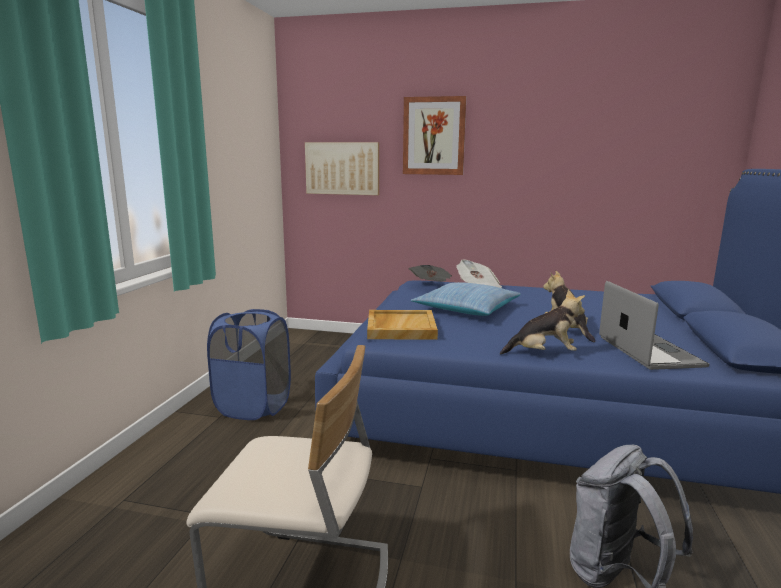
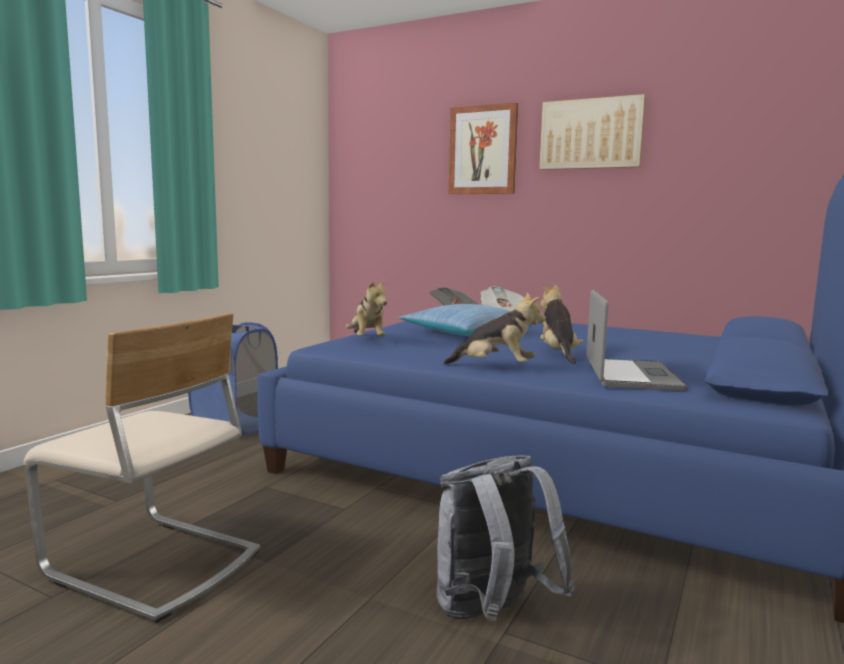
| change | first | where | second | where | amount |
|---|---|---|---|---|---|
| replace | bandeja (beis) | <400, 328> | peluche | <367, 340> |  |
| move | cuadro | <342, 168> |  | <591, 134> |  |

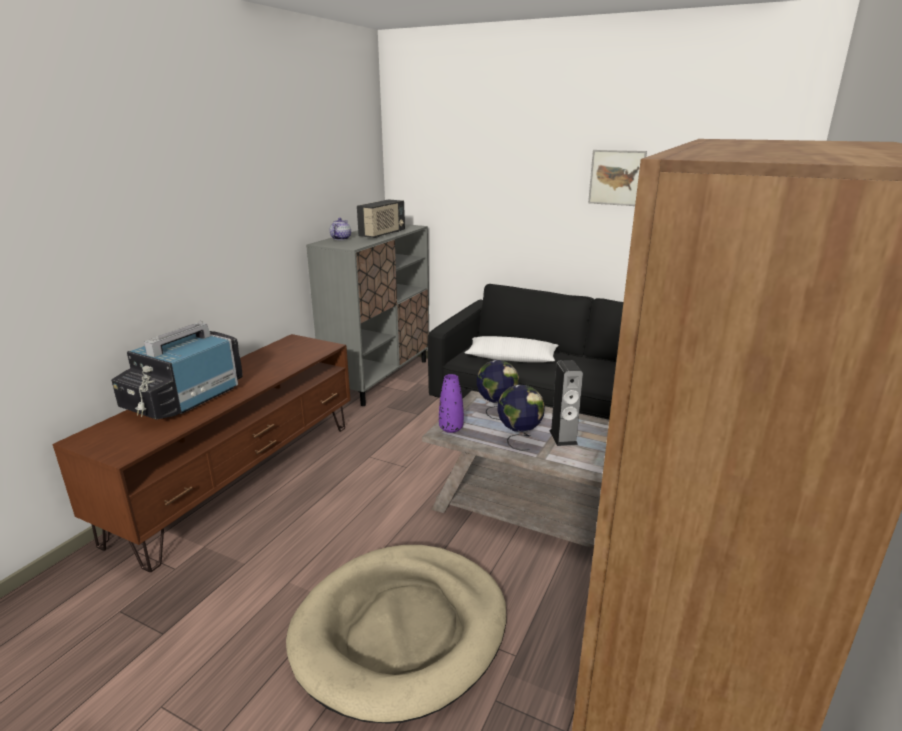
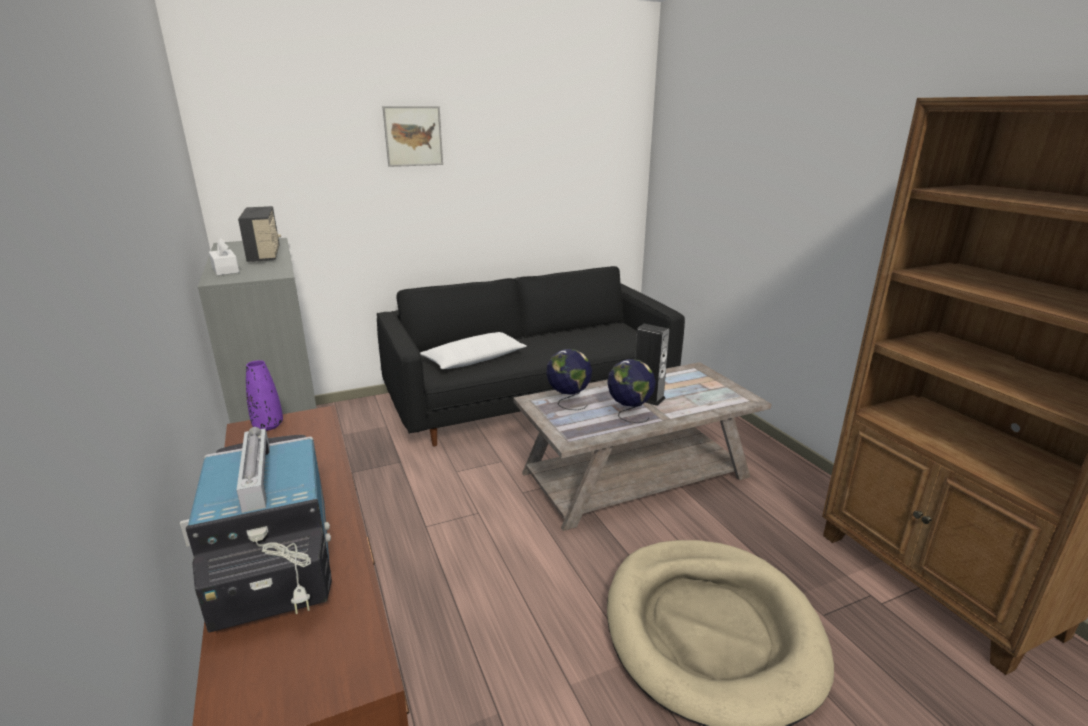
| change | first | where | second | where | amount |
|---|---|---|---|---|---|
| replace | tetera | <341, 238> | caja de pañuelos (blanco) | <225, 270> |  |
| move | florero (morado) | <451, 428> |  | <268, 426> |  |
| move | cuadro | <616, 177> |  | <413, 136> |  |

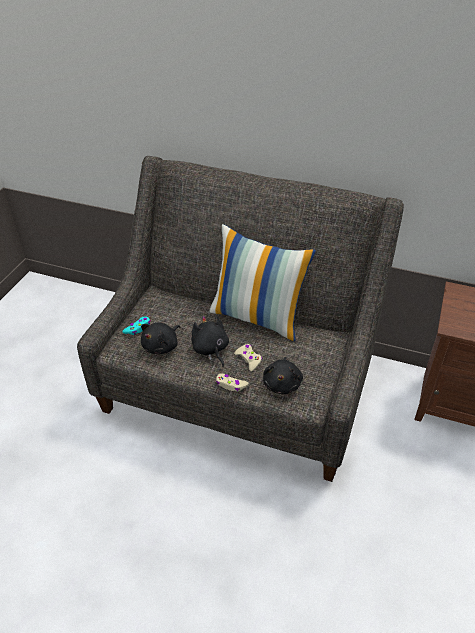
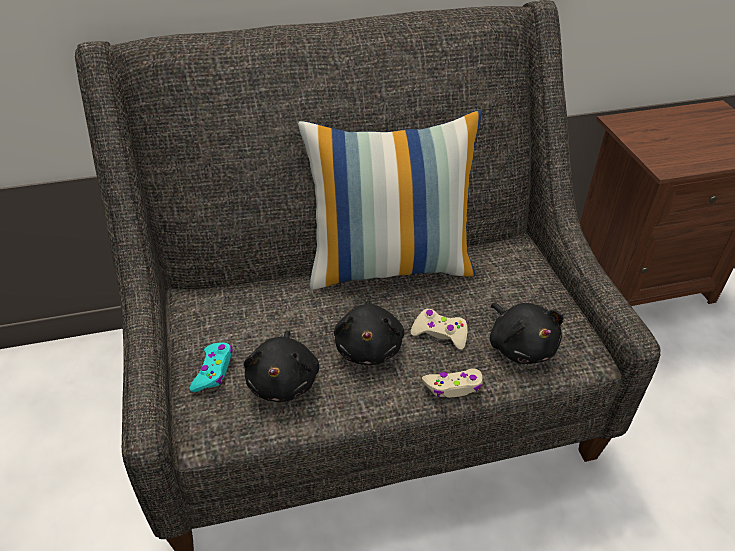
| change | first | where | second | where | amount |
|---|---|---|---|---|---|
| rotate | peluche (negro) | <210, 349> |  | <369, 347> | 120 degrees counterclockwise |

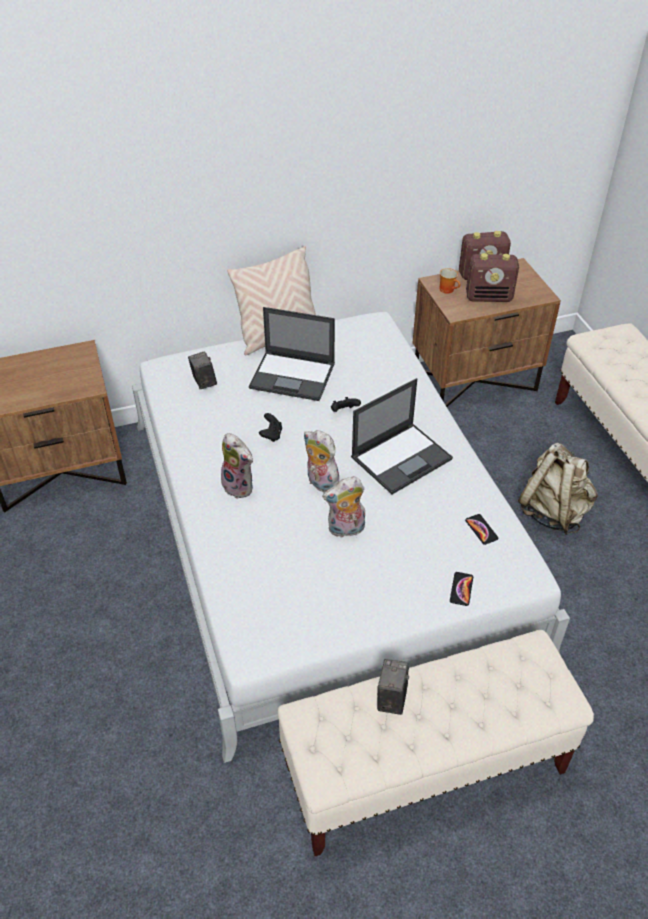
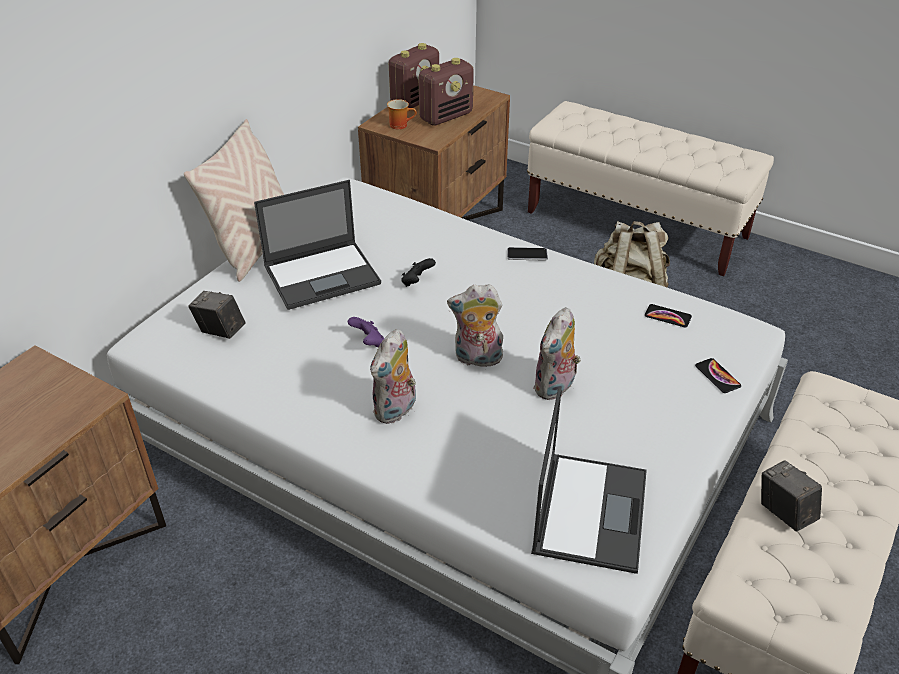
| change | first | where | second | where | amount |
|---|---|---|---|---|---|
| recolor | mando de consola (negro) | <271, 435> | mando de consola (morado) | <368, 342> |  |
| rotate | peluche | <240, 486> |  | <396, 411> | 120 degrees clockwise |
| insert |  |  | móvil | <527, 255> |  |
| move | portátil | <402, 457> |  | <590, 510> |  |

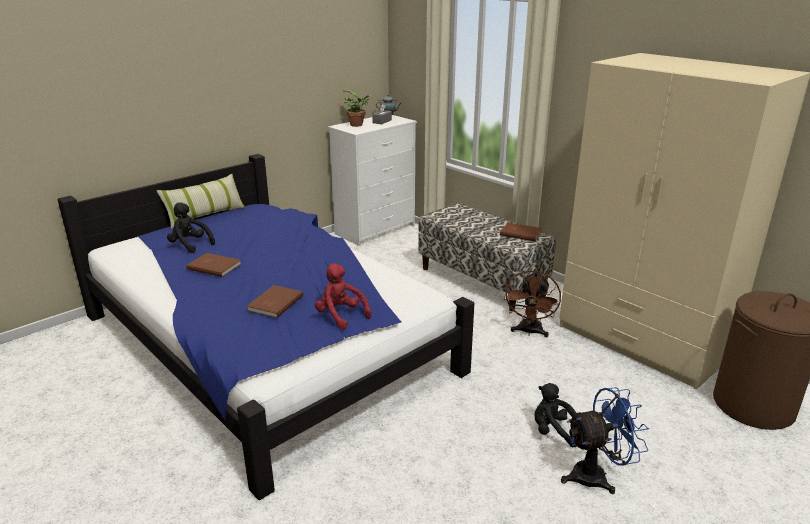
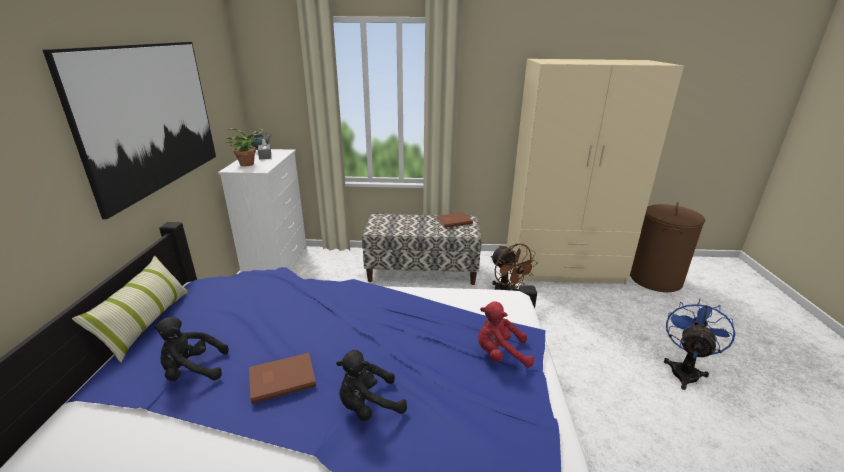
| change | first | where | second | where | amount |
|---|---|---|---|---|---|
| insert |  |  | cuadro | <151, 118> |  |
| move | peluche (negro) | <553, 431> |  | <368, 406> |  |
| delete | libro (marrón) | <274, 303> |  |  |  |

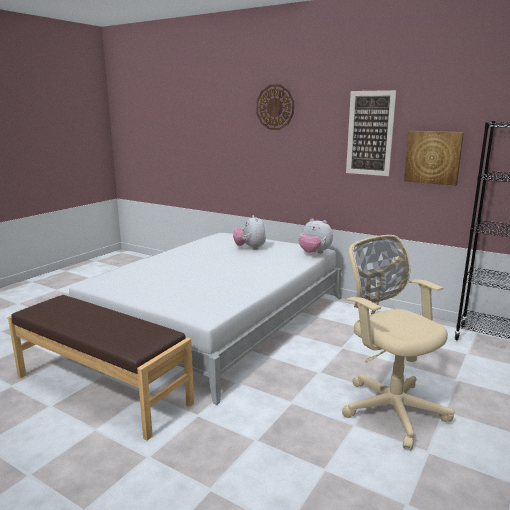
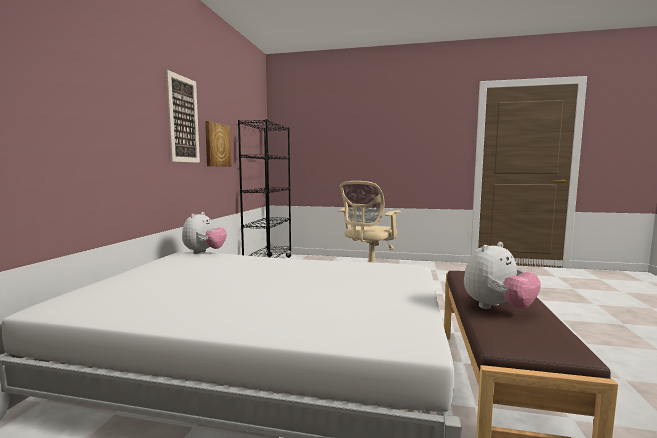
| change | first | where | second | where | amount |
|---|---|---|---|---|---|
| move | peluche | <250, 248> |  | <497, 308> |  |
| delete | reloj de pared | <275, 107> |  |  |  |

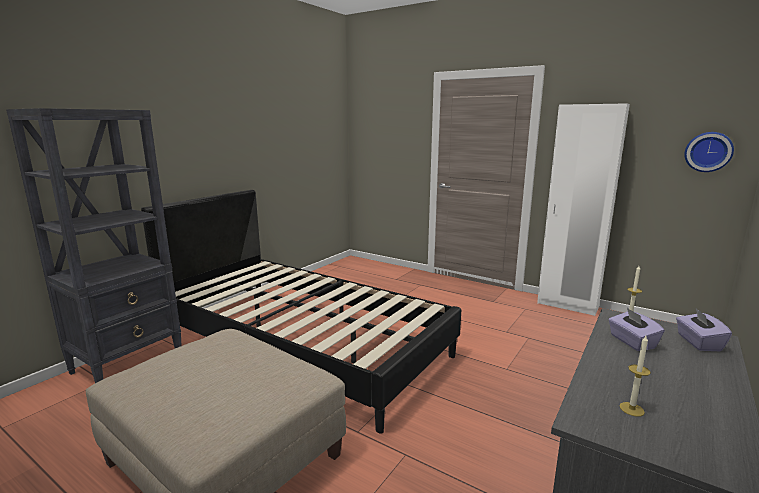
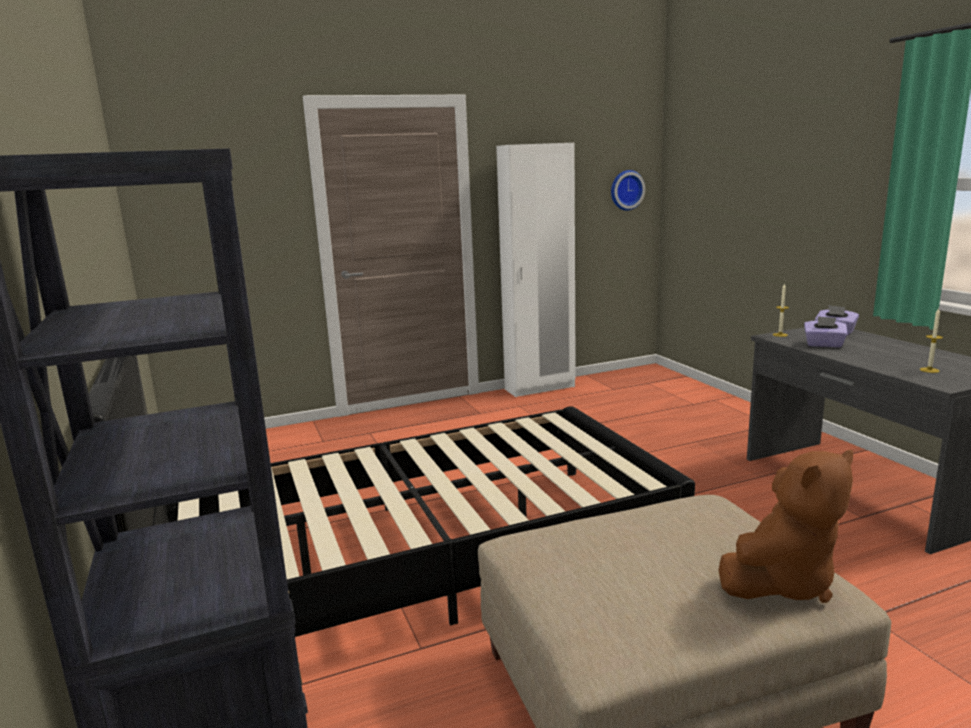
| change | first | where | second | where | amount |
|---|---|---|---|---|---|
| insert |  |  | peluche (marrón) | <781, 582> |  |

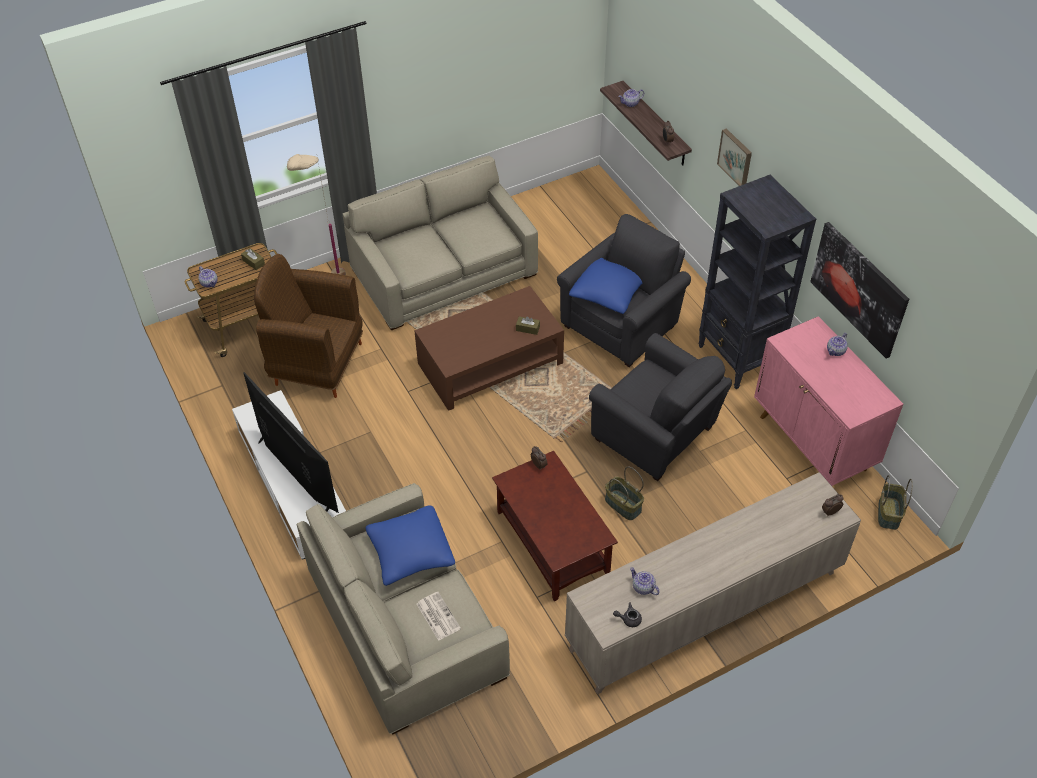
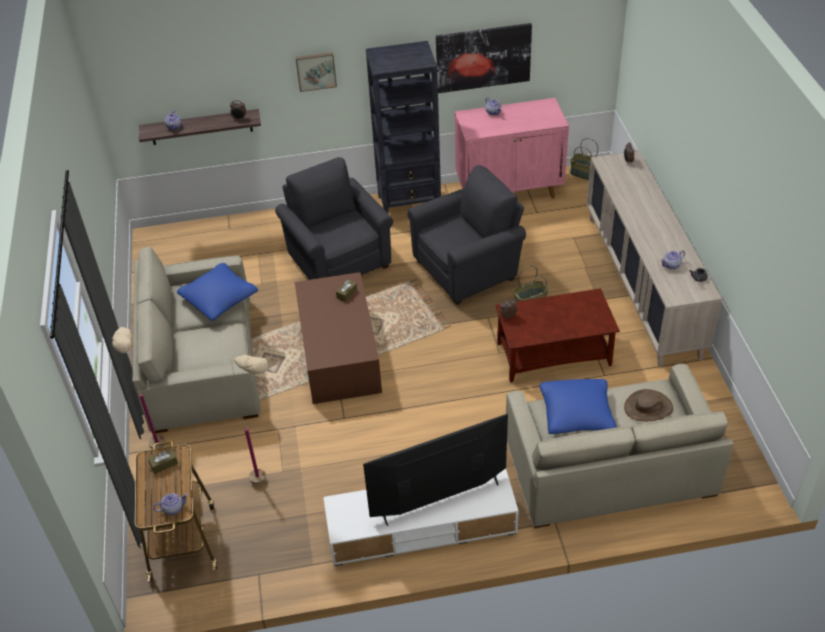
| change | first | where | second | where | amount |
|---|---|---|---|---|---|
| move | cojín (azul) | <608, 293> |  | <219, 299> |  |
| replace | sillón (marrón) | <317, 364> | lámpara de pie (beis) | <271, 484> |  |
| replace | periódico | <437, 616> | sombrero (marrón) | <648, 408> |  |

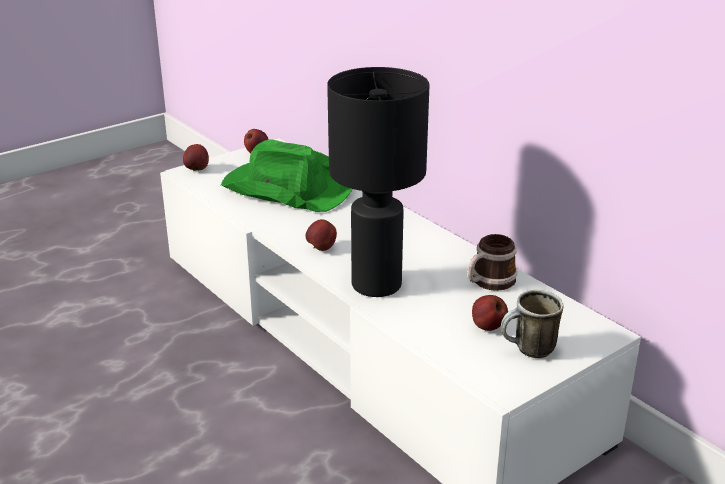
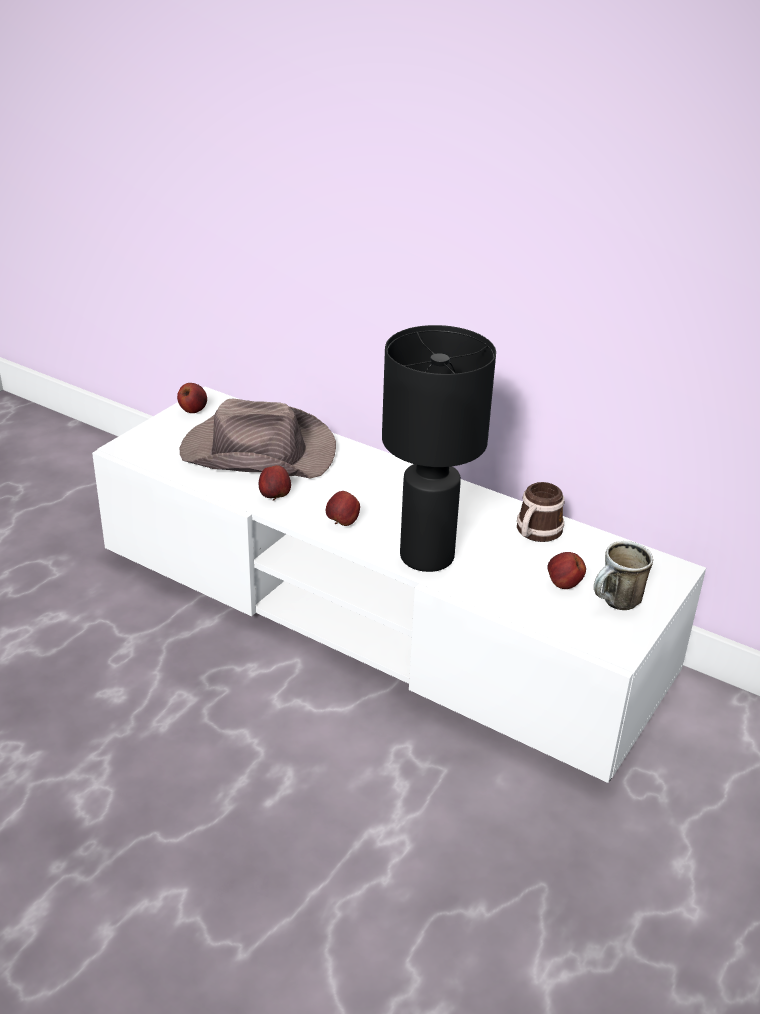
| change | first | where | second | where | amount |
|---|---|---|---|---|---|
| recolor | sombrero (verde) | <287, 188> | sombrero (marrón) | <256, 452> |  |
| move | manzana | <197, 170> |  | <275, 497> |  |

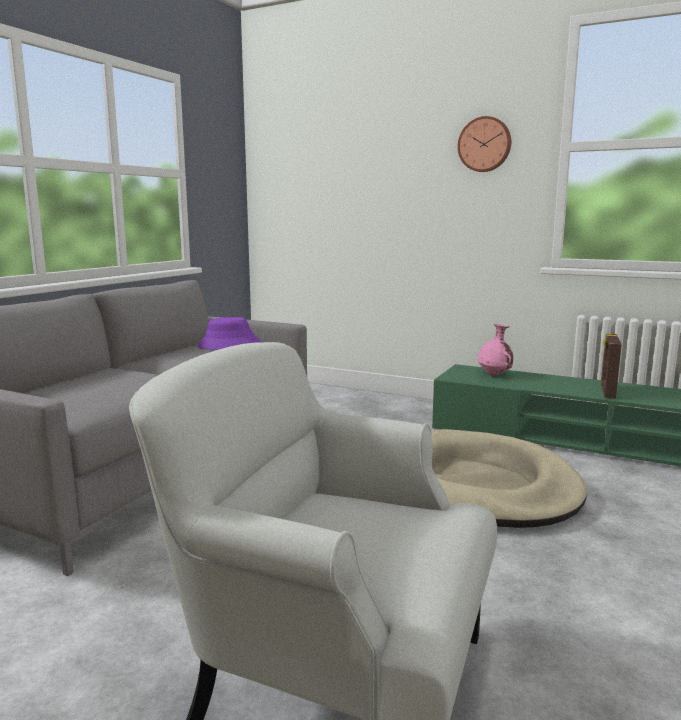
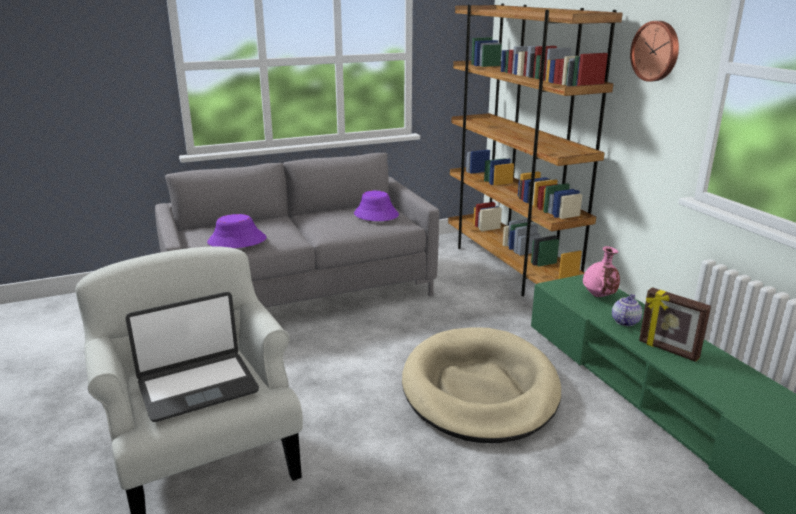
| change | first | where | second | where | amount |
|---|---|---|---|---|---|
| insert |  |  | portátil | <197, 386> |  |
| insert |  |  | sombrero (morado) | <237, 241> |  |
| insert |  |  | estantería (marrón) | <510, 266> |  |
| insert |  |  | tetera | <624, 321> |  |
| rotate | portarretratos | <607, 392> |  | <668, 350> | 105 degrees counterclockwise |

